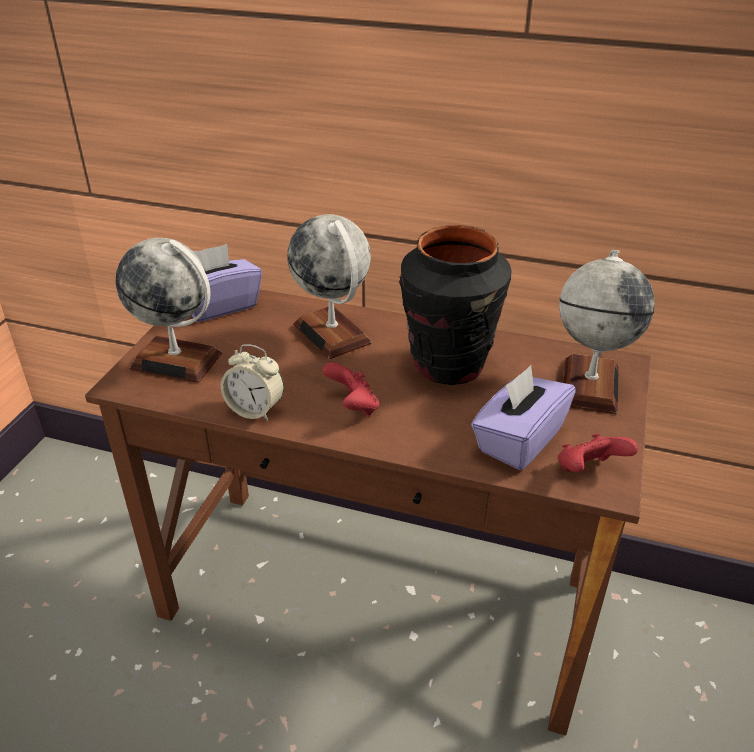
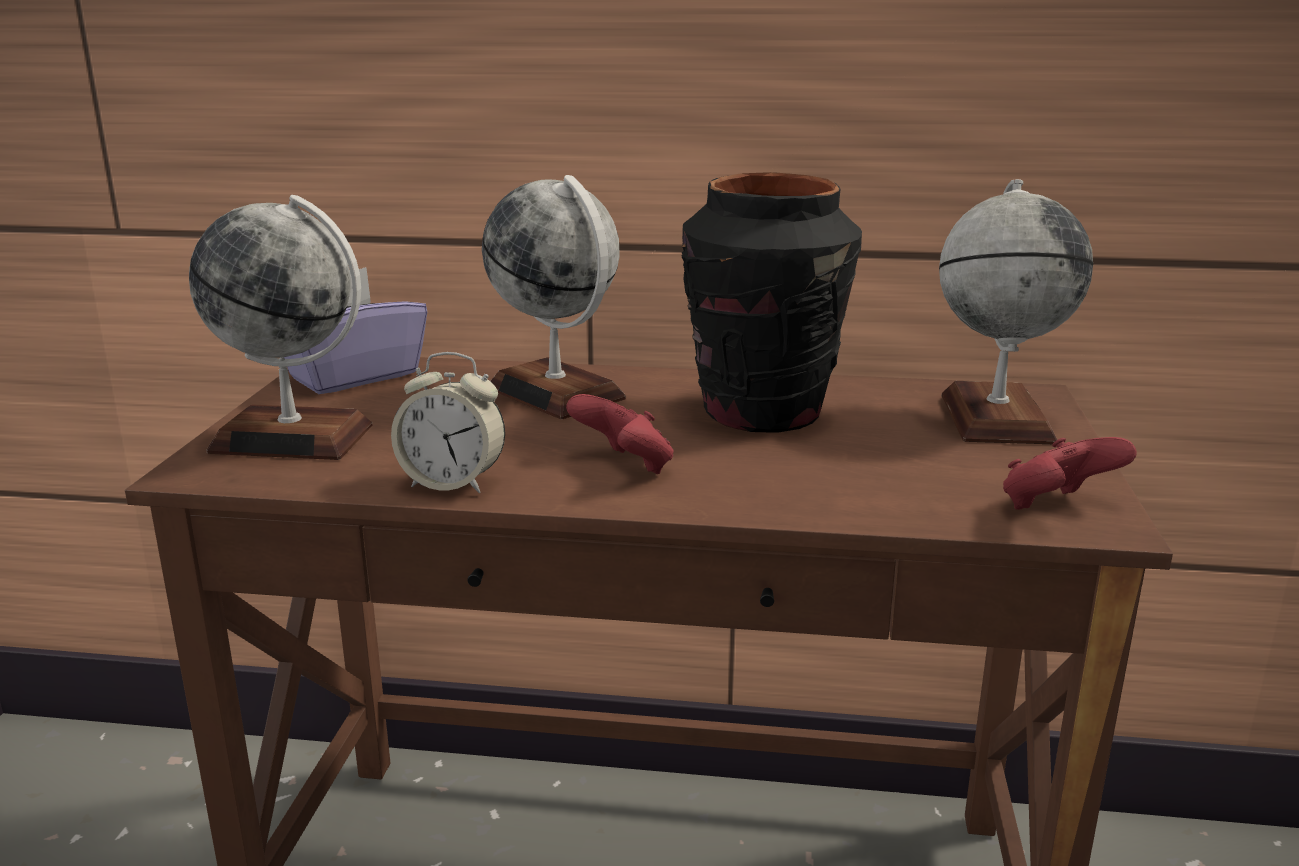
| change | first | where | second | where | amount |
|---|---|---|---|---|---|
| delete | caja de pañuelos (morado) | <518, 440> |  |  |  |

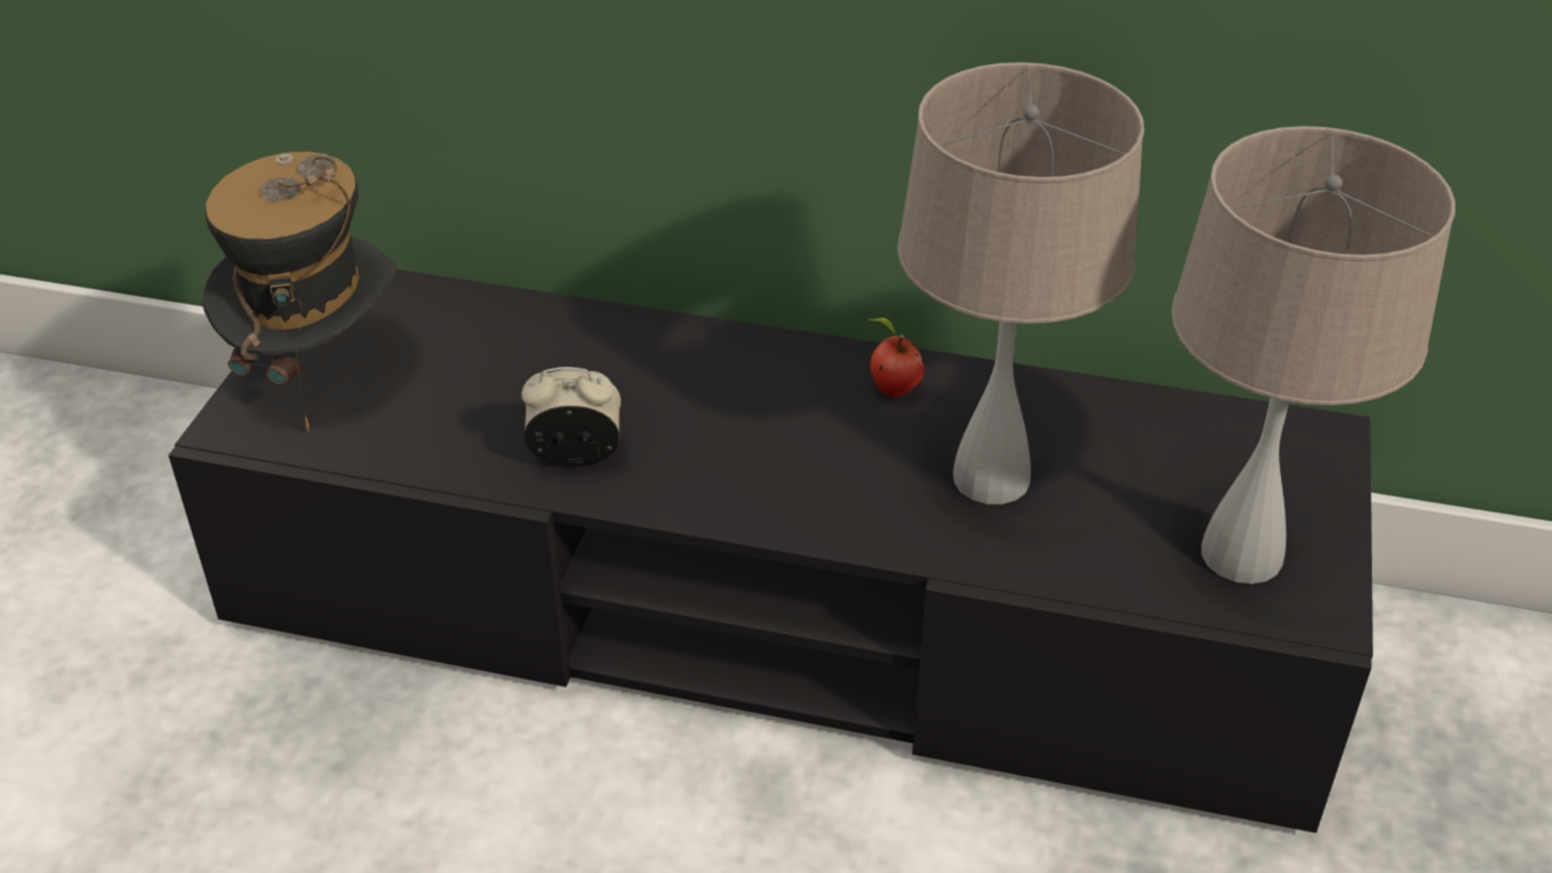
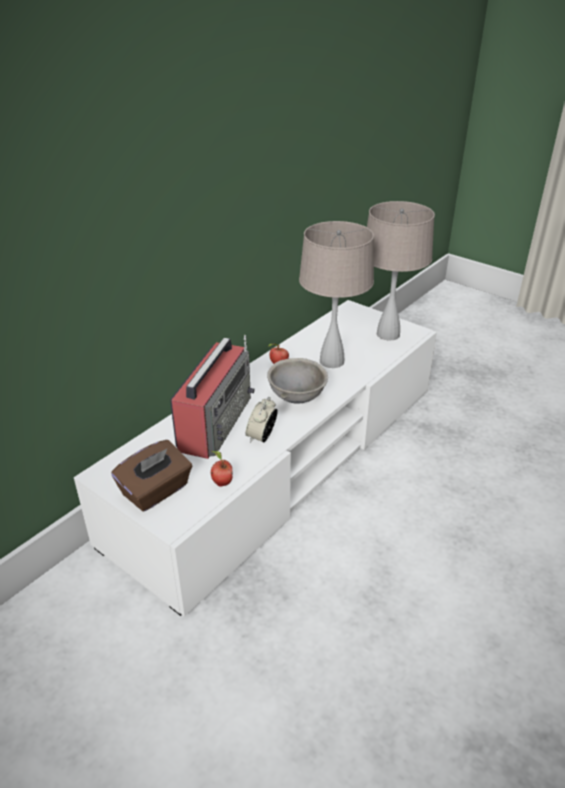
| change | first | where | second | where | amount |
|---|---|---|---|---|---|
| recolor | mueble de televisión (negro) | <776, 611> | mueble de televisión (blanco) | <282, 461> |  |
| replace | sombrero | <319, 370> | caja de pañuelos (marrón) | <156, 491> |  |
| insert |  |  | radio | <216, 422> |  |
| insert |  |  | manzana | <221, 482> |  |
| insert |  |  | cuenco (gris) | <298, 398> |  |

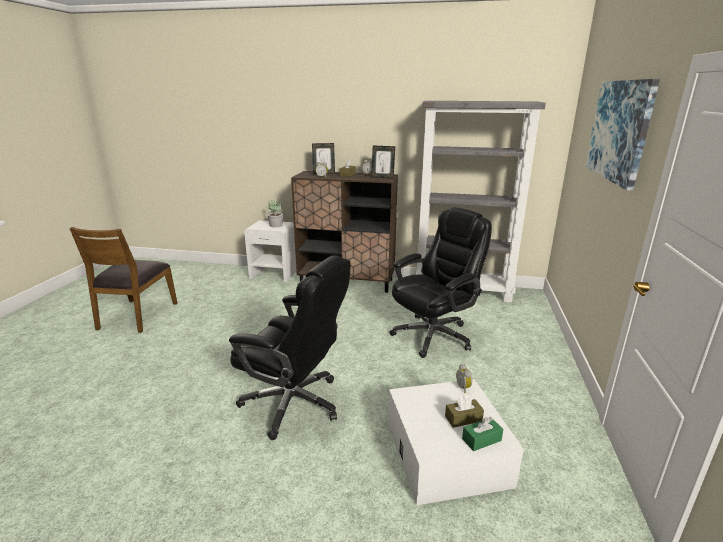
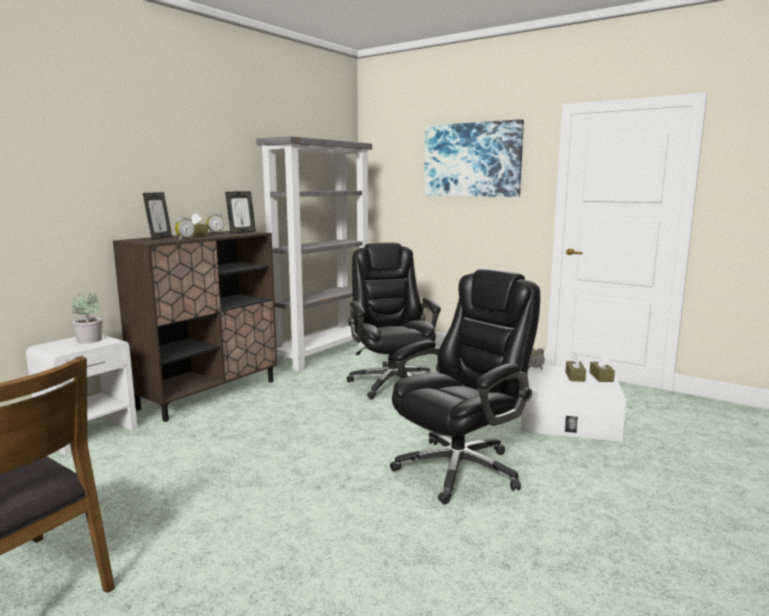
| change | first | where | second | where | amount |
|---|---|---|---|---|---|
| recolor | caja de pañuelos (verde) | <481, 439> | caja de pañuelos (marrón) | <601, 377> |  |

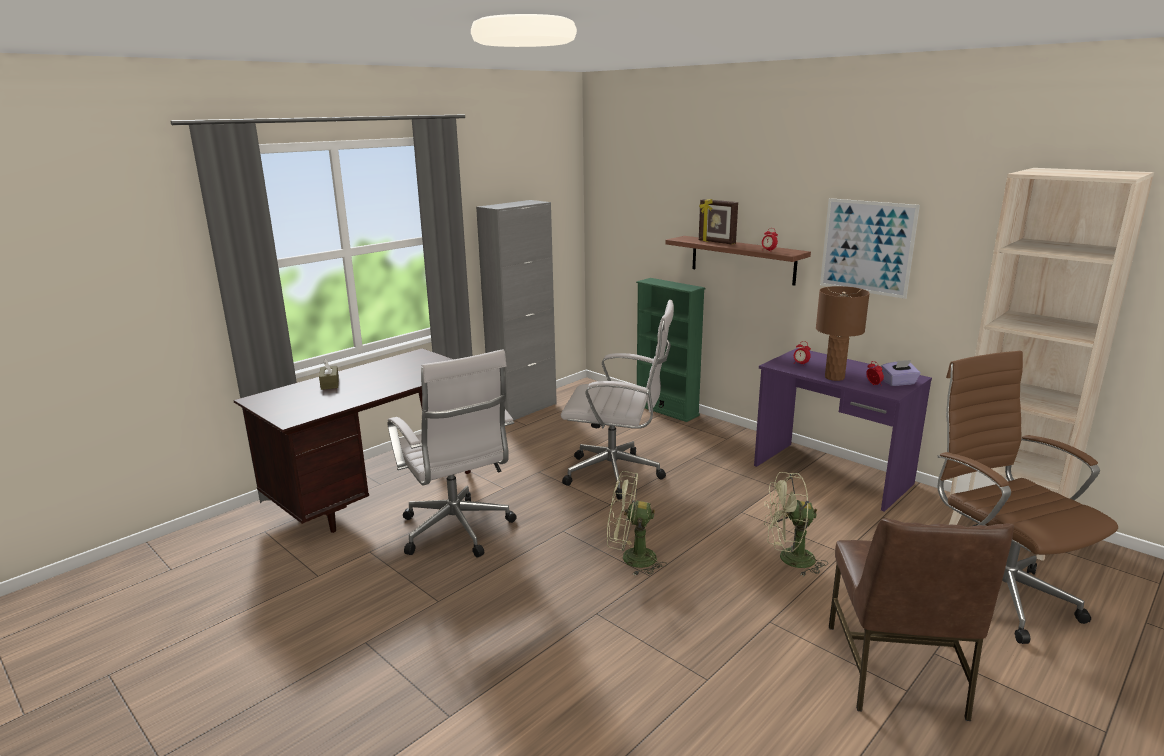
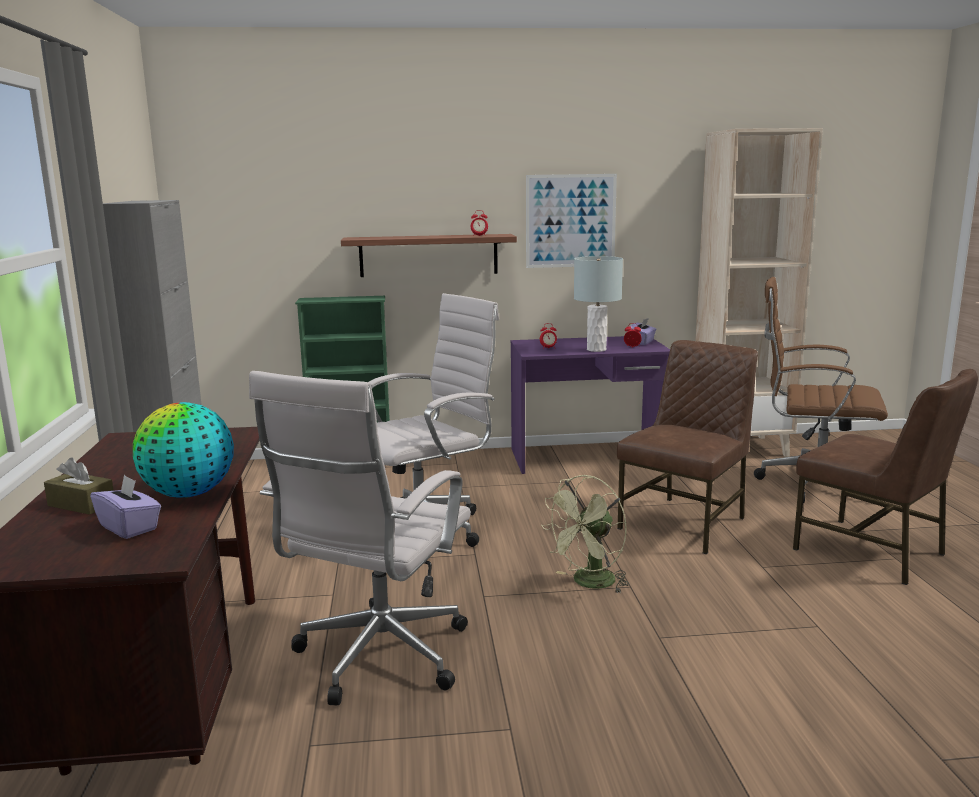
| change | first | where | second | where | amount |
|---|---|---|---|---|---|
| insert |  |  | caja de pañuelos (morado) | <129, 527> |  |
| insert |  |  | globo terráqueo | <188, 494> |  |
| rotate | silla de oficina (blanco) | <458, 532> |  | <377, 659> | 105 degrees clockwise |
| recolor | lámpara de mesa (marrón) | <834, 377> | lámpara de mesa (gris) | <596, 349> |  |
| replace | ventilador (verde) | <789, 560> | silla (marrón) | <685, 523> |  |
| delete | portarretratos | <716, 242> |  |  |  |

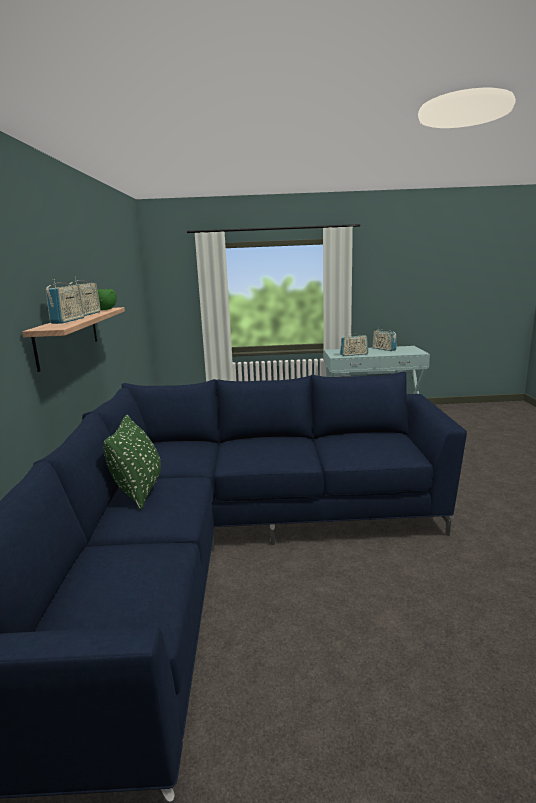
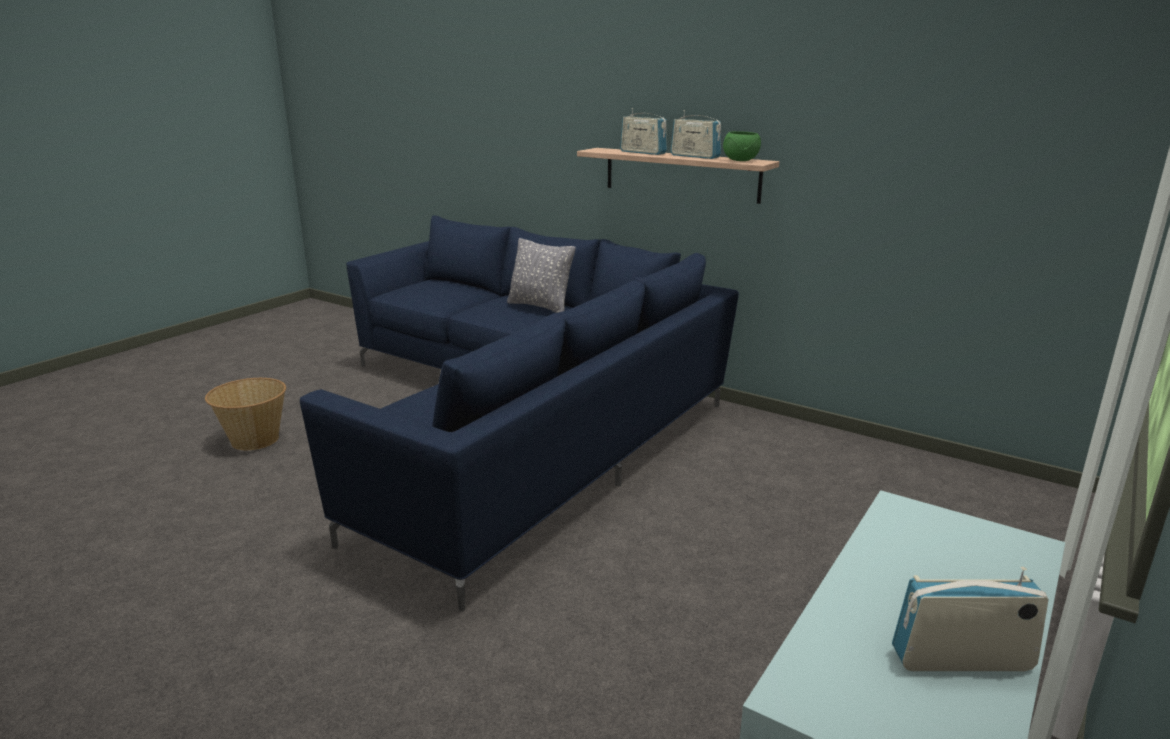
| change | first | where | second | where | amount |
|---|---|---|---|---|---|
| insert |  |  | cesta | <254, 439> |  |
| recolor | cojín (verde) | <139, 491> | cojín (gris) | <540, 306> |  |
| delete | radio | <354, 354> |  |  |  |

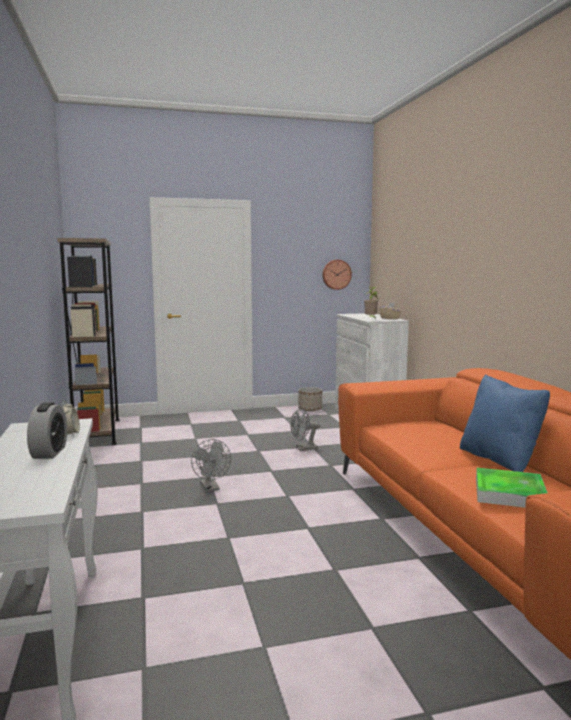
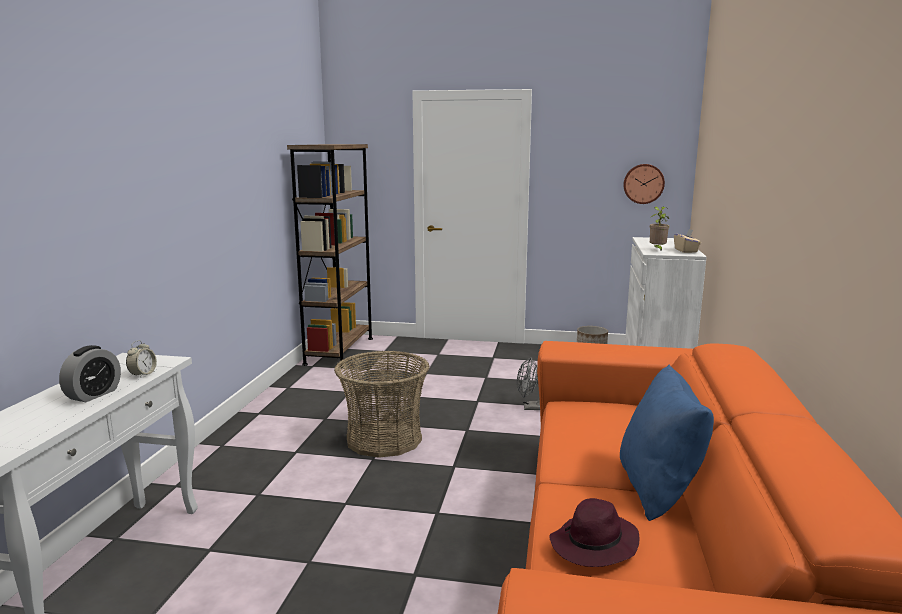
| change | first | where | second | where | amount |
|---|---|---|---|---|---|
| replace | ventilador (gris) | <211, 488> | cesta | <384, 439> |  |
| replace | bandeja | <509, 493> | sombrero (morado) | <594, 545> |  |

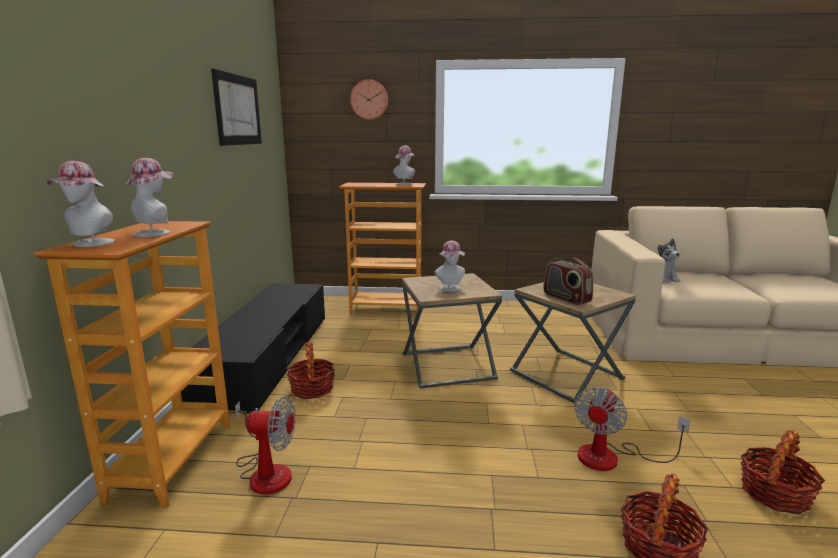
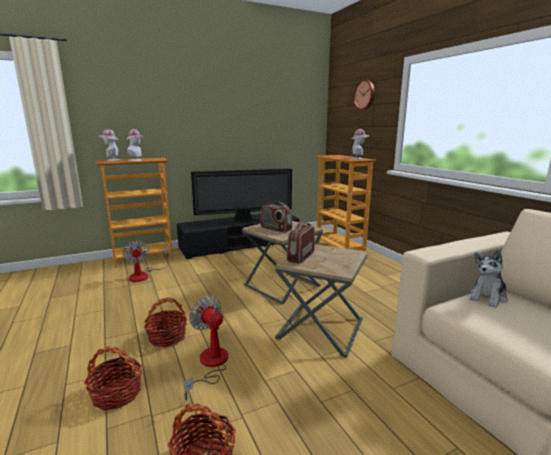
| change | first | where | second | where | amount |
|---|---|---|---|---|---|
| move | cesta | <312, 389> |  | <167, 337> |  |
| rotate | ventilador | <611, 457> |  | <210, 365> | 45 degrees clockwise |
| insert |  |  | televisor | <244, 221> |  |
| replace | sombrero | <450, 289> | radio | <275, 229> |  |
| delete | cuadro | <238, 110> |  |  |  |

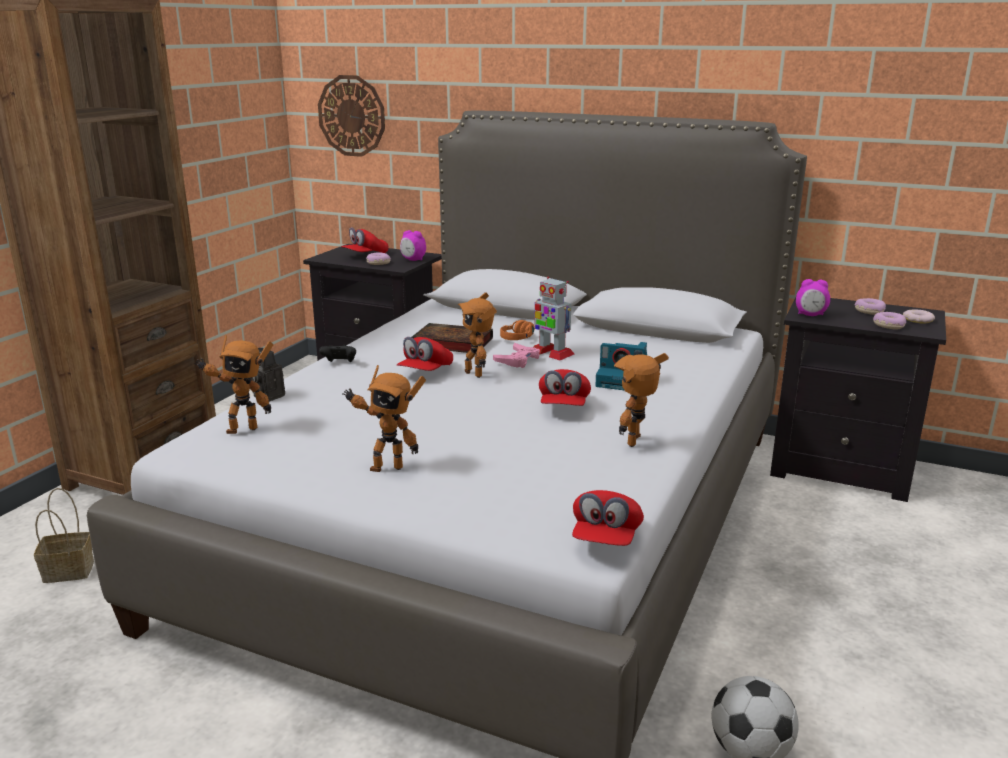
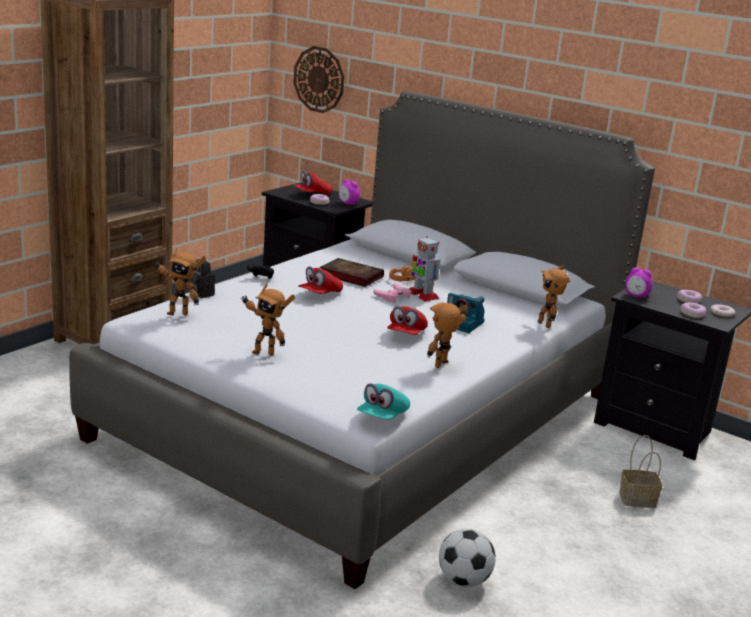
| change | first | where | second | where | amount |
|---|---|---|---|---|---|
| recolor | gorra (rojo) | <606, 538> | gorra (turquesa) | <382, 416> |  |
| move | robot de juguete | <476, 373> |  | <546, 324> |  |
| move | cesta | <66, 572> |  | <636, 500> |  |

